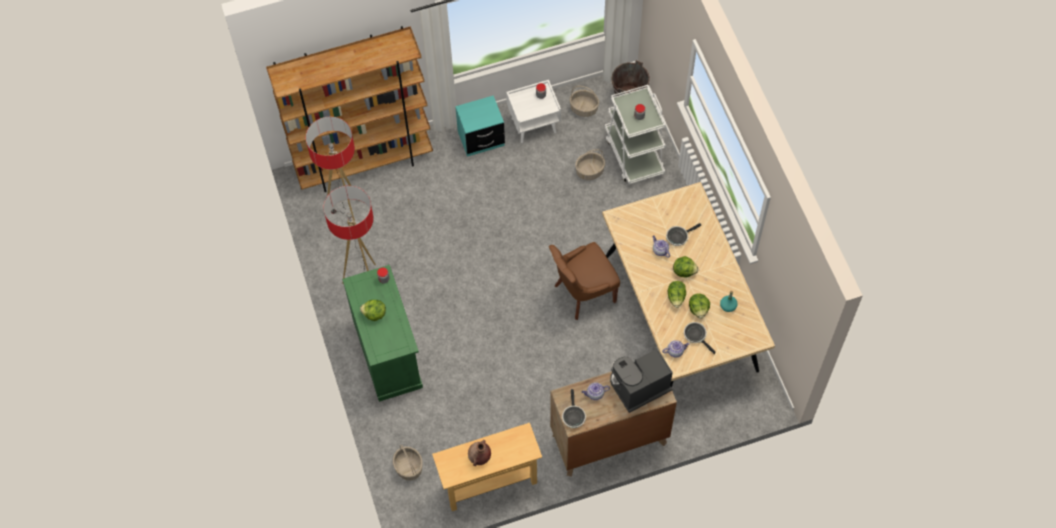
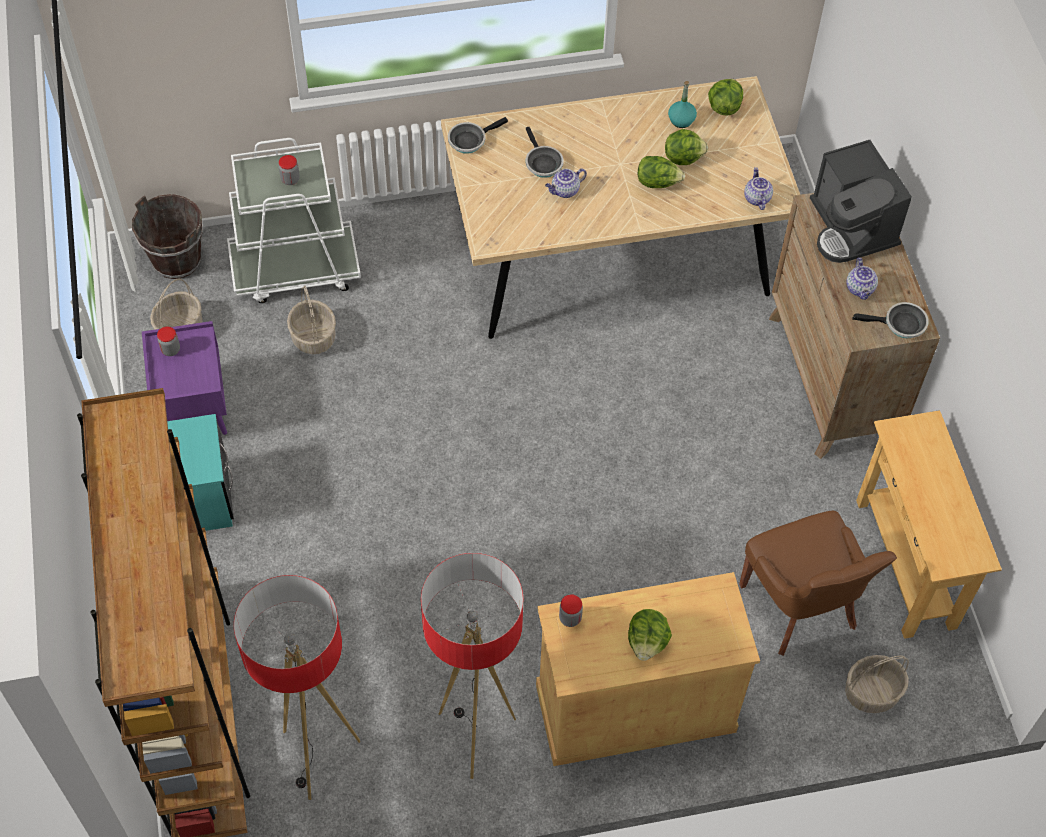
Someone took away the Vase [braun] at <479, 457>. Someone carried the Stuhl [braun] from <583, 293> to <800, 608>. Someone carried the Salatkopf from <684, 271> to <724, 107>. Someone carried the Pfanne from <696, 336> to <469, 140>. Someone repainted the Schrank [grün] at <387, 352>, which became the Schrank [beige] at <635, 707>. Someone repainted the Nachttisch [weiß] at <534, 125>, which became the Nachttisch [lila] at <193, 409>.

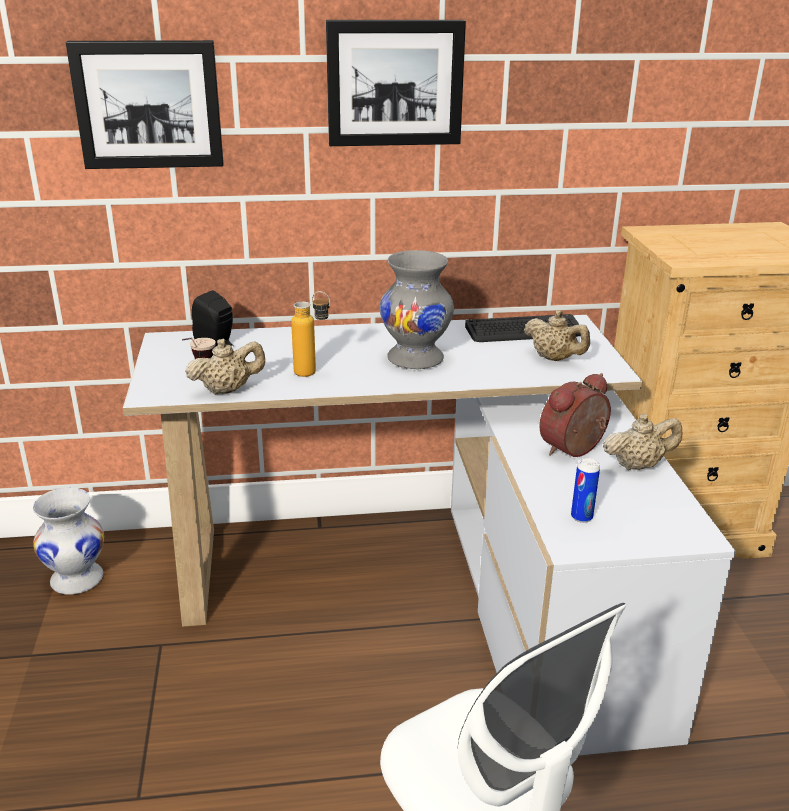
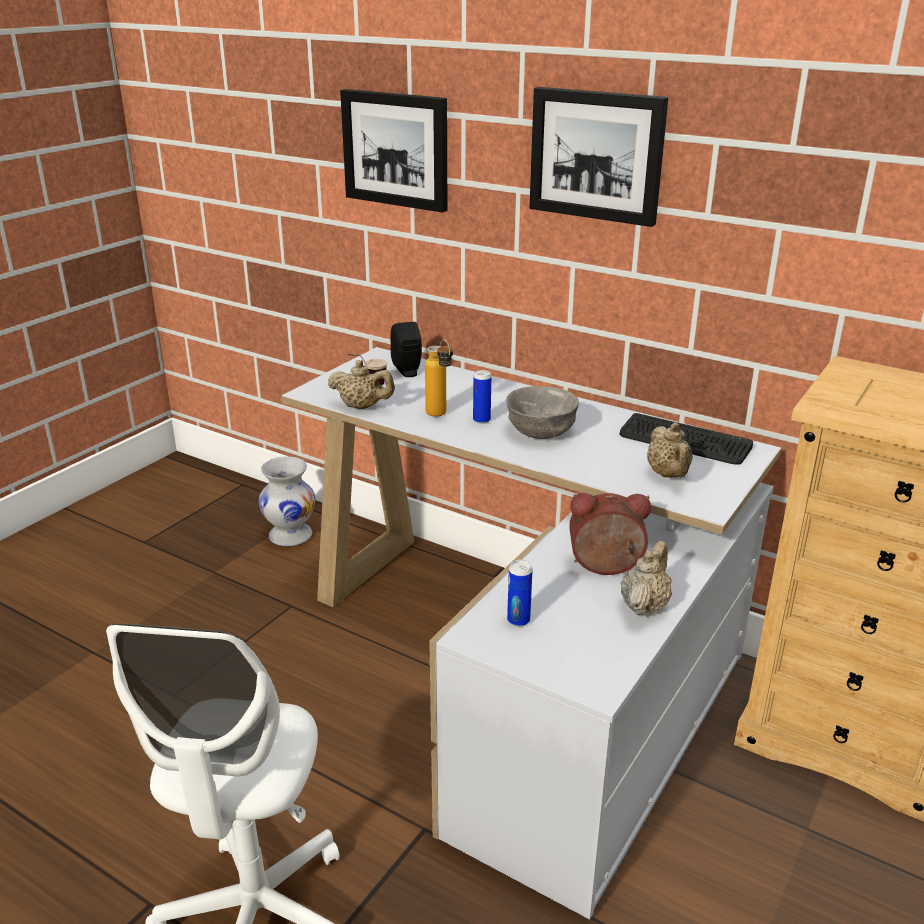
Someone put down the Dose at <481, 420>. Someone swapped the Vase [grau] at <416, 358> for the Schüssel [grau] at <542, 432>. Someone rotated the Teekanne [beige] at <638, 465> by 90 degrees counterclockwise.

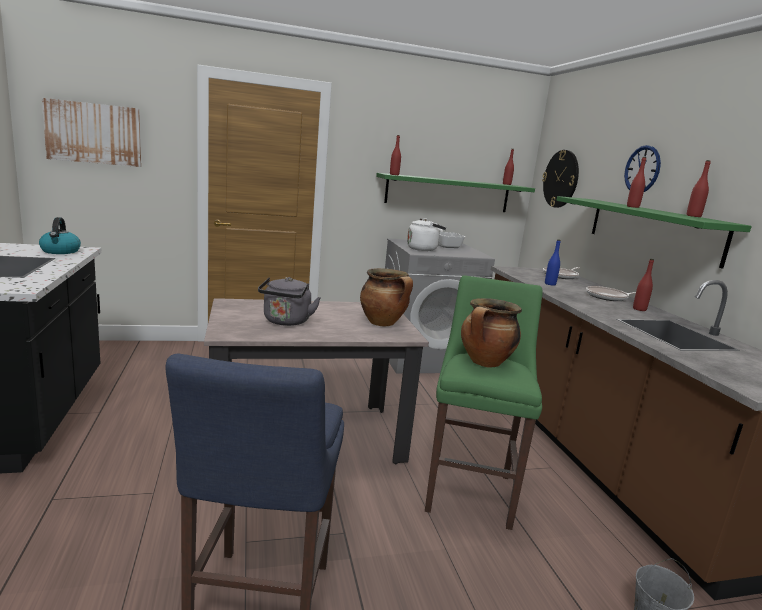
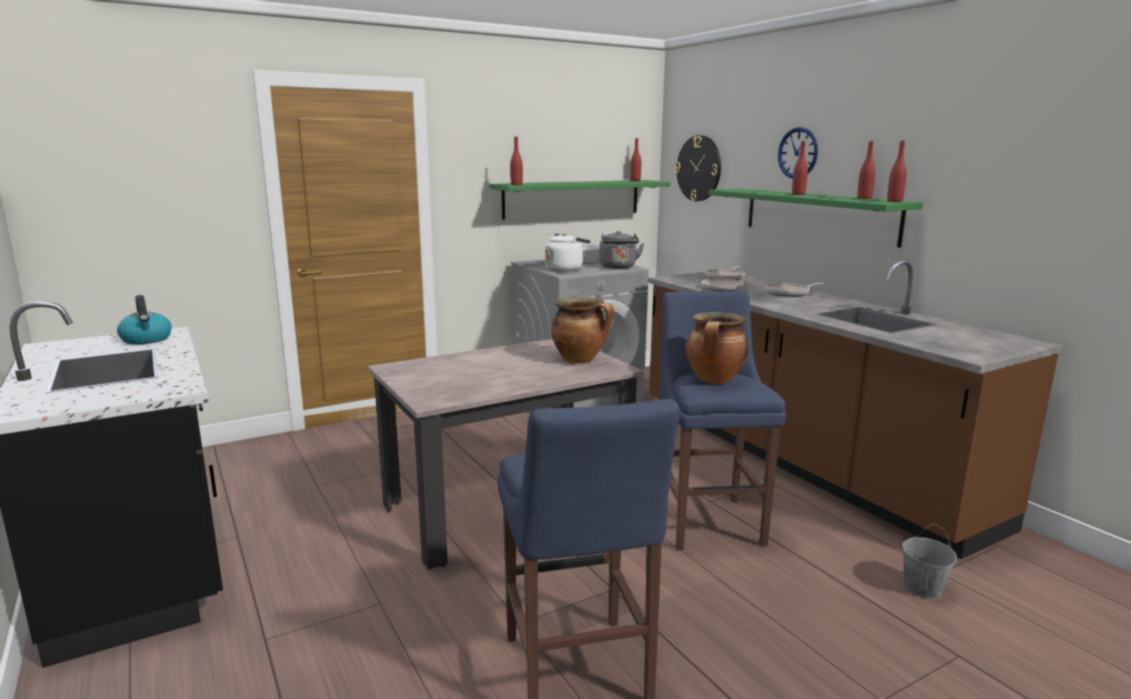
Someone took away the Bild at <94, 133>. Someone carried the Wasserkessel [grau] from <286, 322> to <618, 267>. Someone carried the Flasche [rot] from <639, 309> to <894, 201>. Someone swapped the Flasche [blau] at <550, 284> for the Pfanne at <724, 288>. Someone repainted the Hocker [grün] at <470, 489>, which became the Hocker [blau] at <707, 520>.

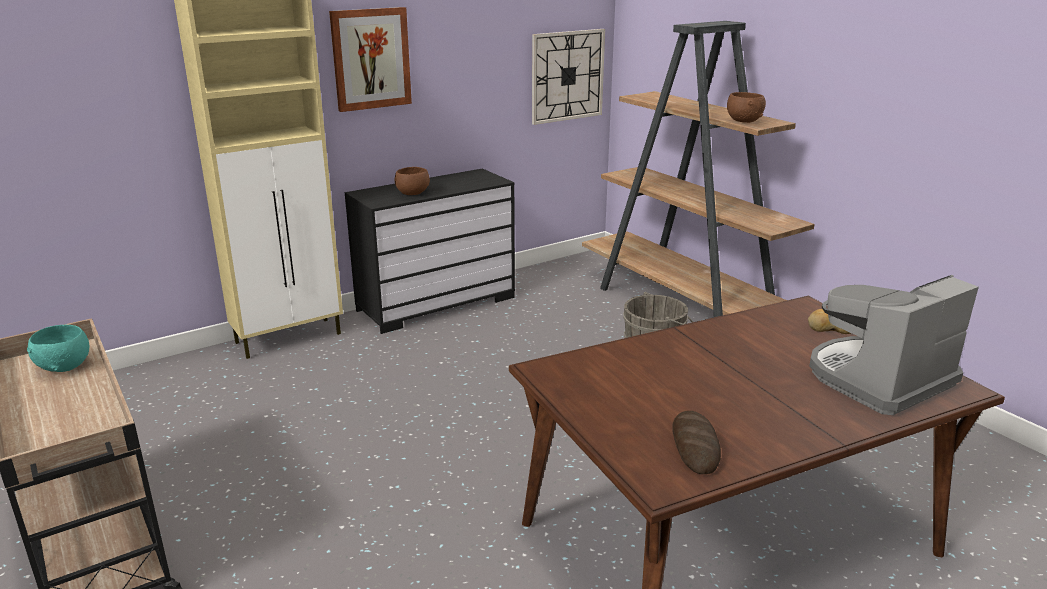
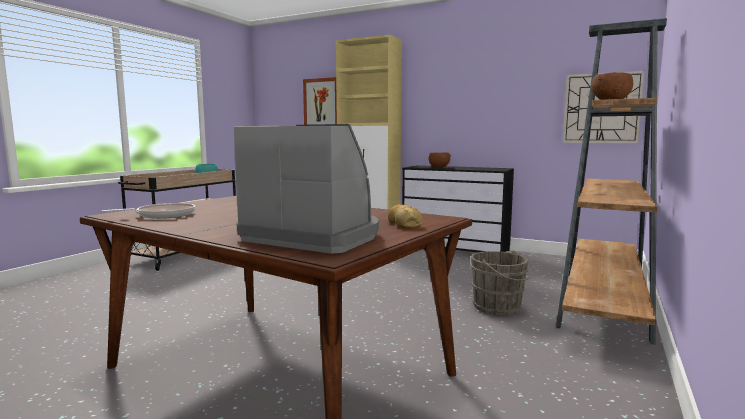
Someone carried the Bild from <371, 59> to <322, 104>. Someone swapped the Brot at <695, 446> for the Pfanne at <162, 215>.

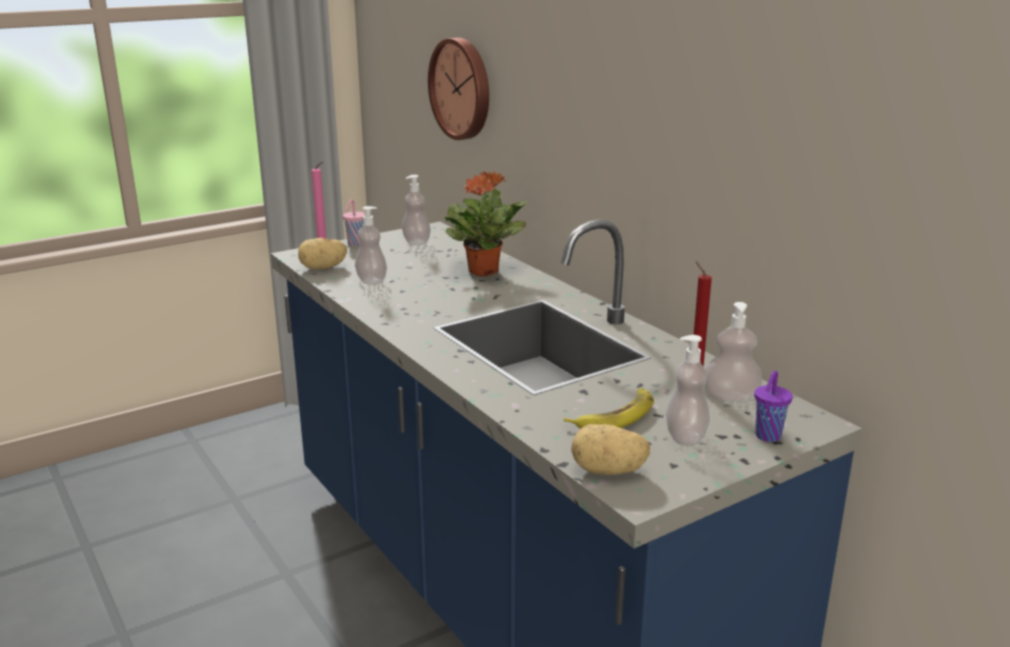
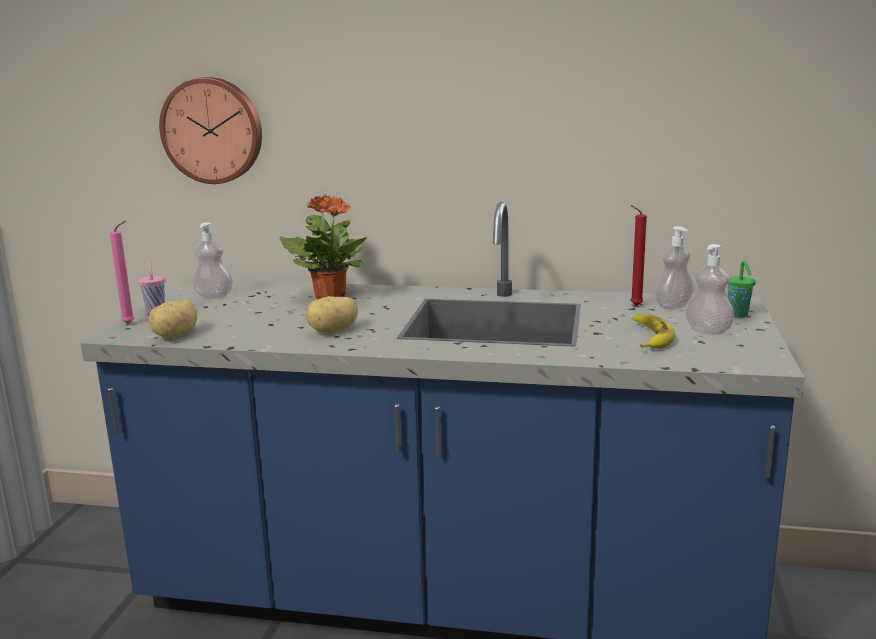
Someone took away the Seifenspender at <371, 281>. Someone carried the Kartoffel from <608, 471> to <333, 331>. Someone repainted the Tasse [lila] at <767, 437>, which became the Tasse [grün] at <738, 315>.

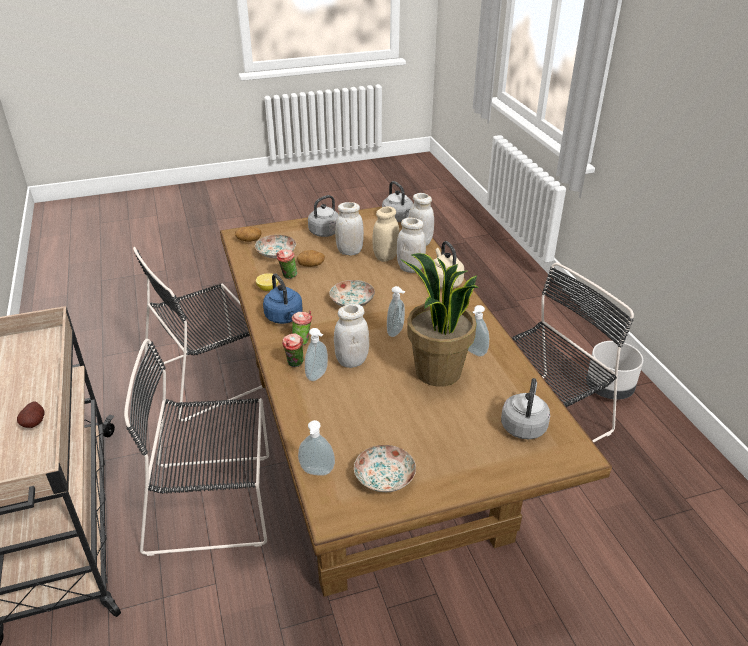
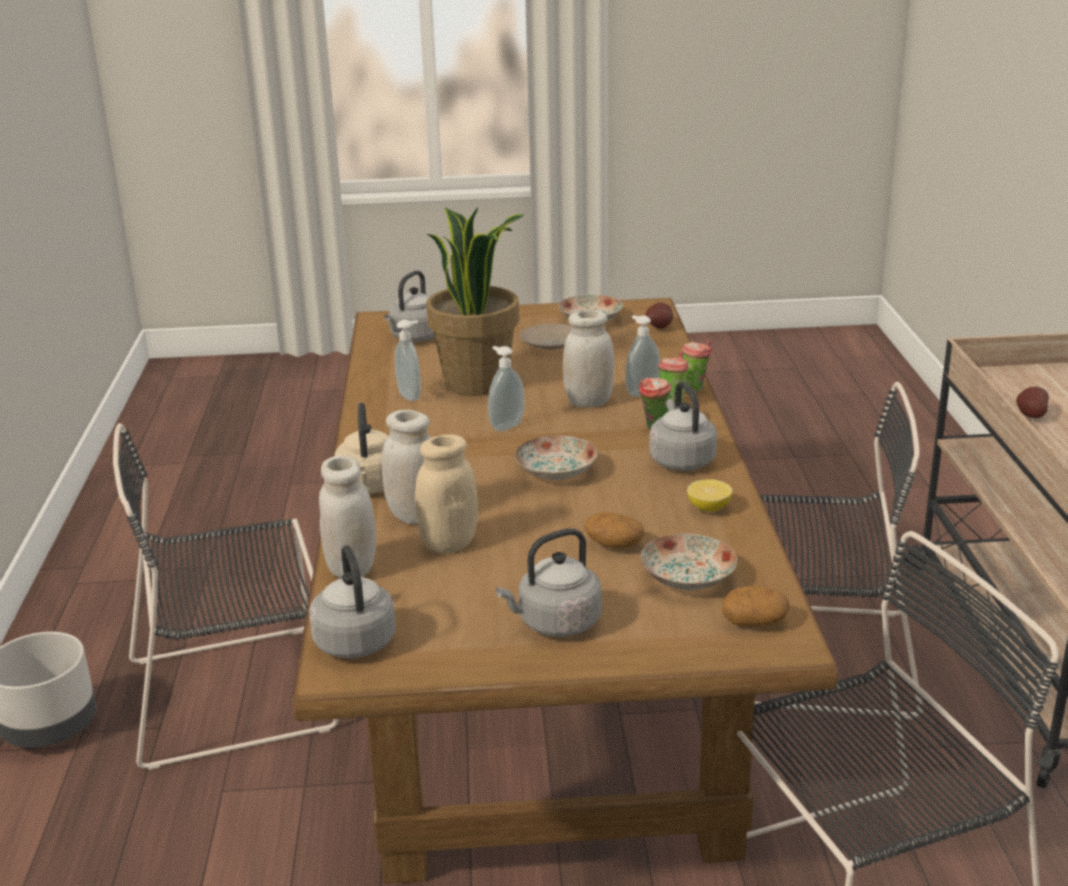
Someone took away the Vorratsglas [weiß] at <349, 251>. Someone put down the Teller [beige] at <551, 344>. Someone carried the Tasse from <287, 277> to <694, 389>. Someone swapped the Seifenspender at <317, 473> for the Kartoffel at <660, 327>. Someone repainted the Wasserkessel [blau] at <284, 318>, which became the Wasserkessel [grau] at <681, 460>.

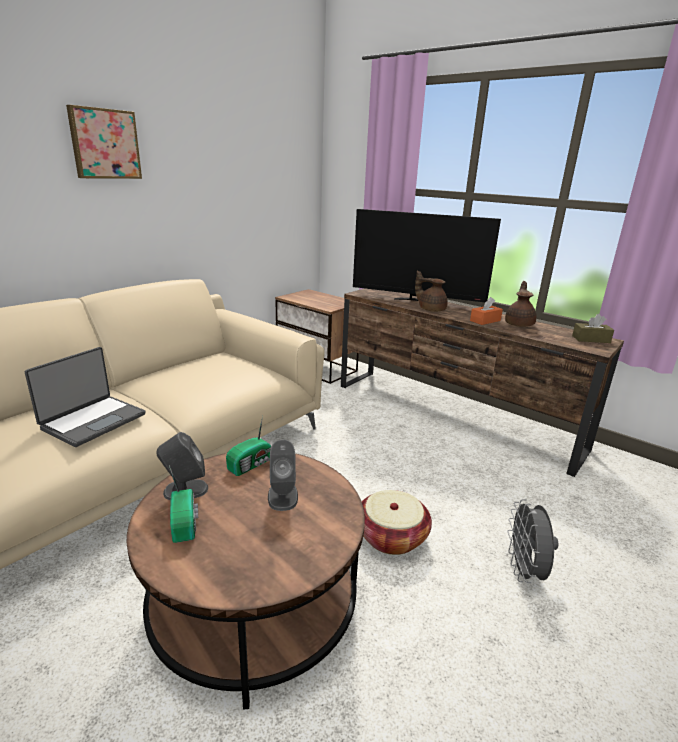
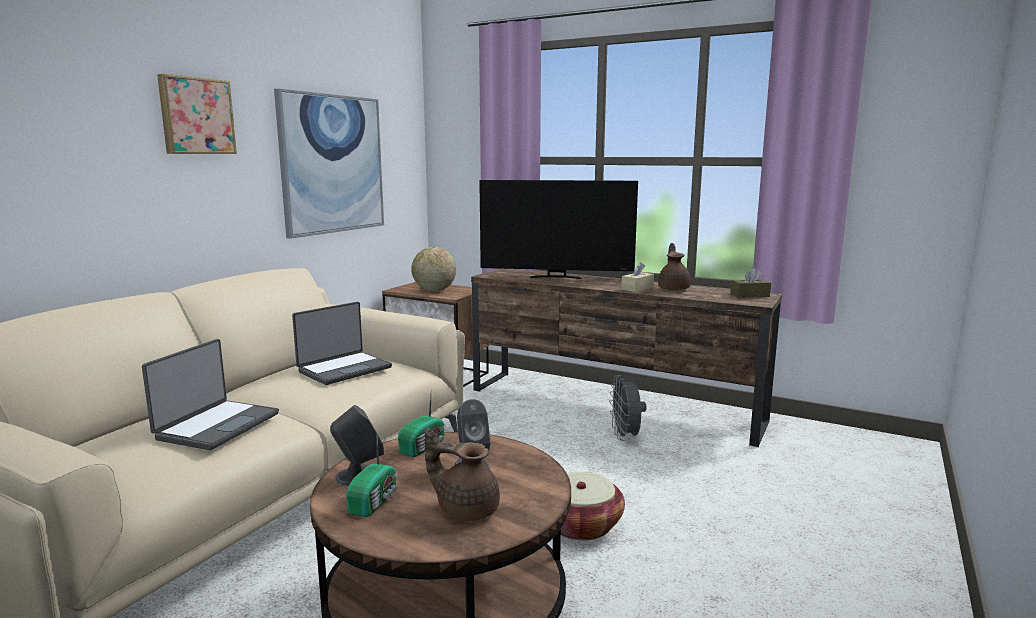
Someone put up the Bild at <332, 164>. Someone put down the Laptop at <344, 369>. Someone put down the Globus at <434, 291>. Someone carried the Teekanne [braun] from <431, 309> to <466, 509>. Someone carried the Ventilator [grau] from <524, 571> to <626, 437>. Someone repainted the Taschentuchbox [orange] at <485, 321>, which became the Taschentuchbox [beige] at <637, 288>. Someone rotated the Radio at <185, 522> by 45 degrees clockwise.

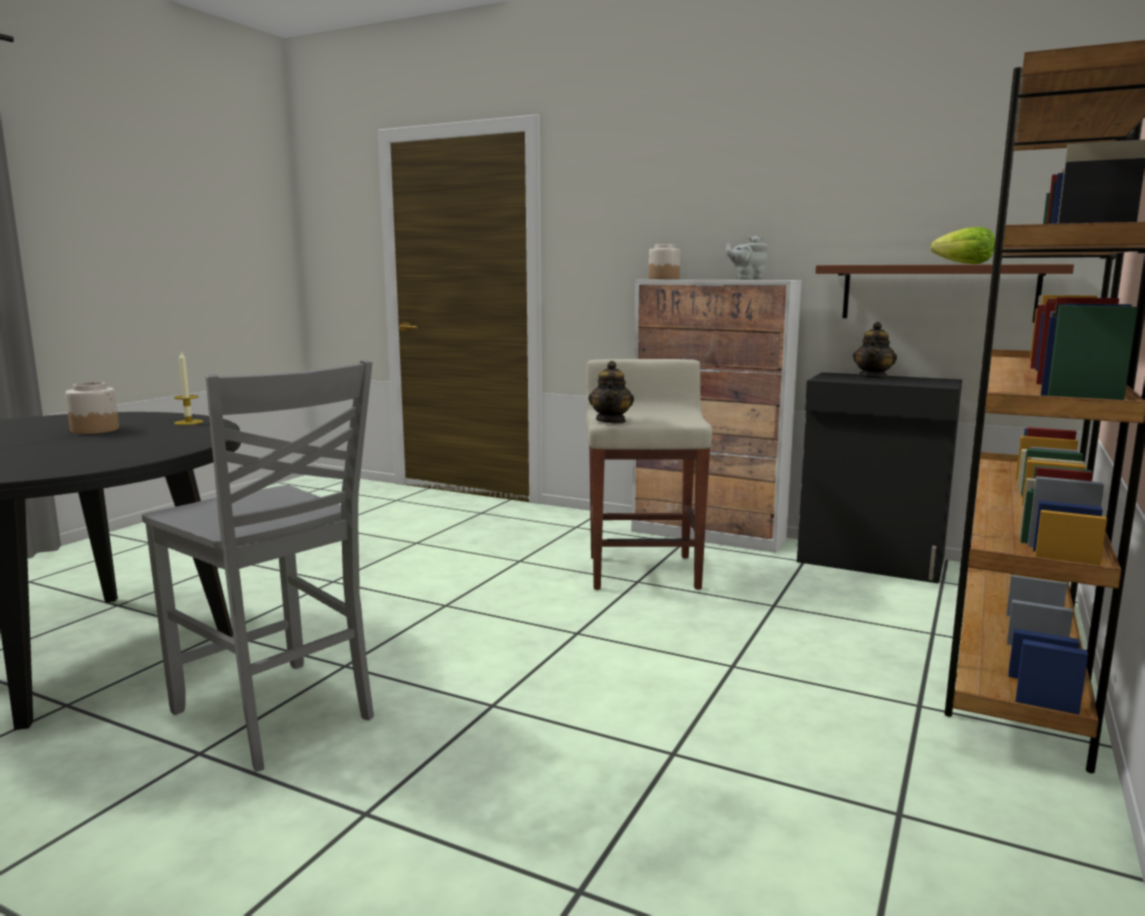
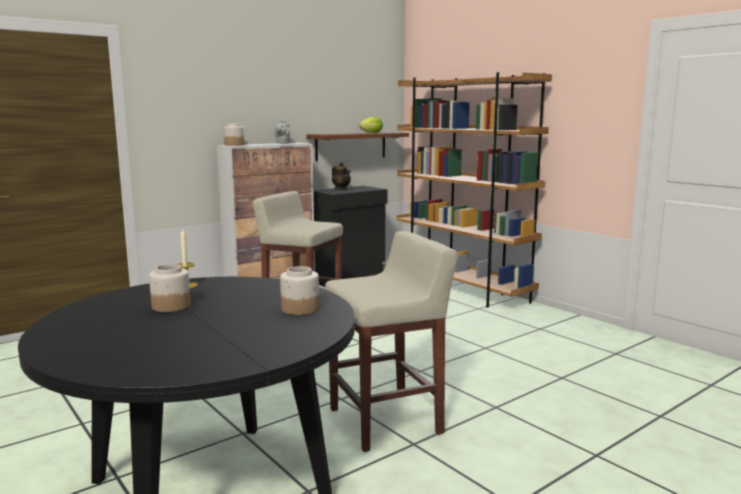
Someone took away the Teekanne at <611, 421>. Someone put down the Vorratsglas at <300, 309>. Someone swapped the Stuhl [grau] at <276, 715> for the Hocker [beige] at <387, 421>.

